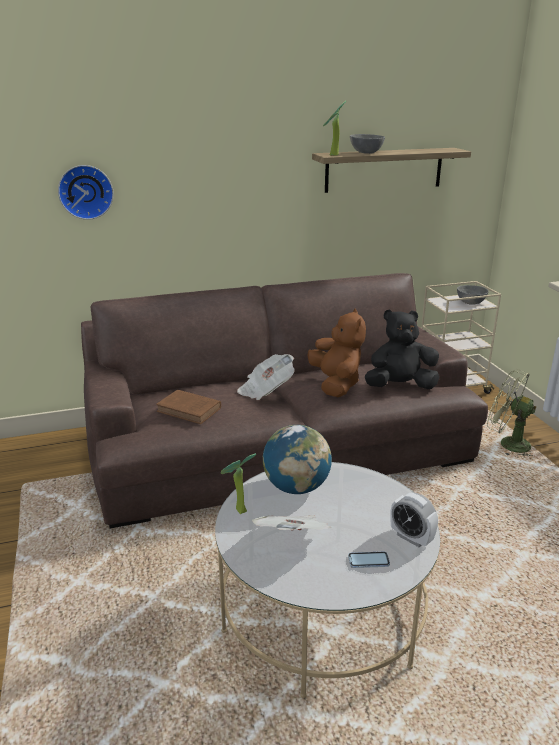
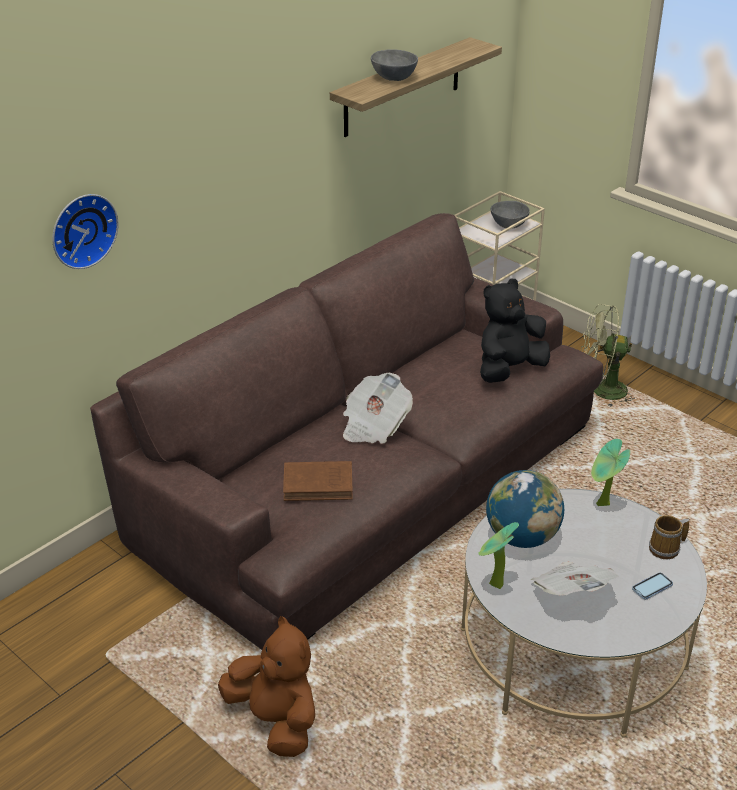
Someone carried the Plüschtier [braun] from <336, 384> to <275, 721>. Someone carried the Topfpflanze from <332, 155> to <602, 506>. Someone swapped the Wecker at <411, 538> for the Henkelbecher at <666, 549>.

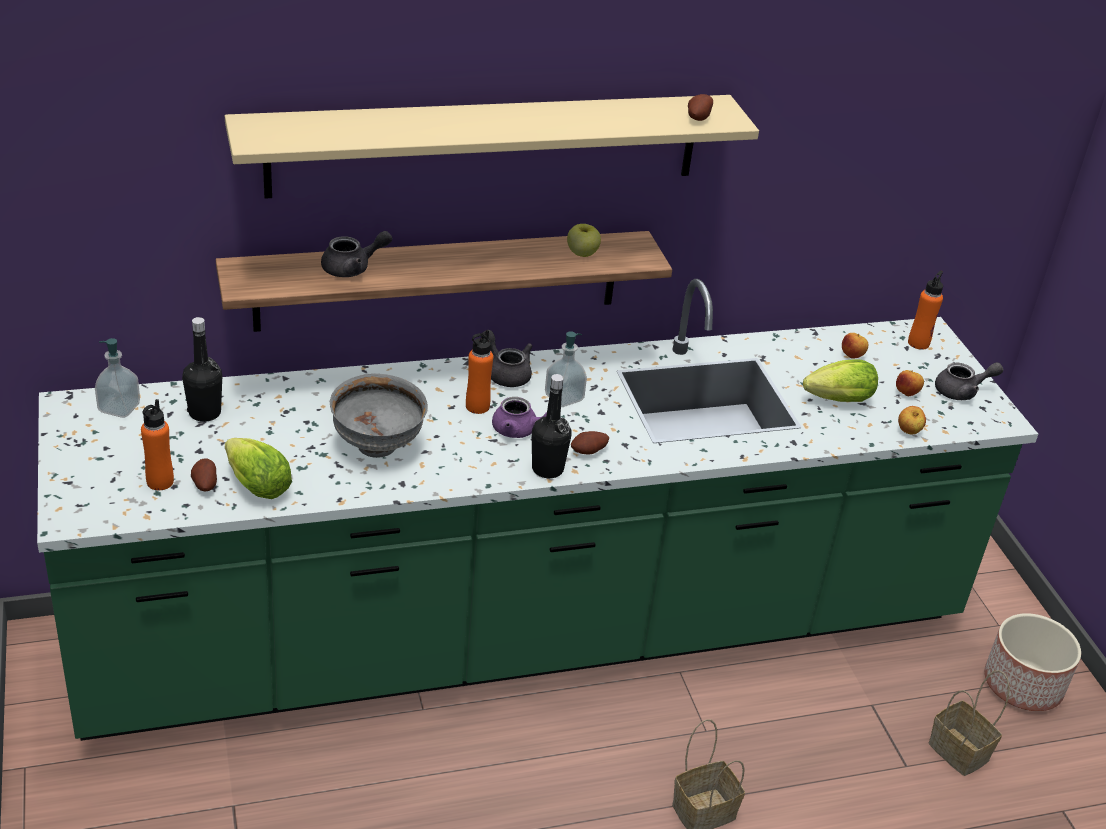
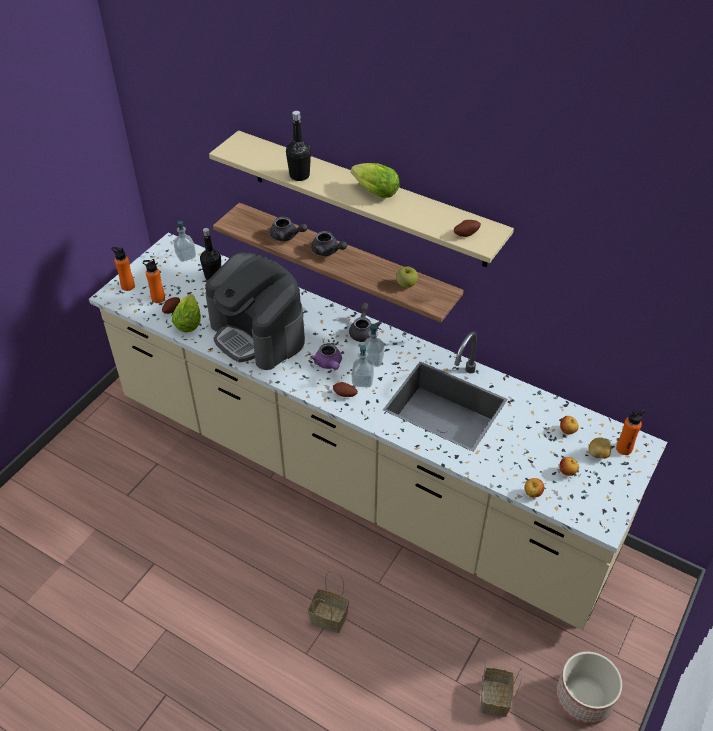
Someone put down the Seifenspender at <362, 381>. Someone put down the Kartoffel at <598, 454>. Someone carried the Flasche [orange] from <477, 406> to <128, 286>. Someone carried the Flasche [schwarz] from <547, 469> to <299, 175>. Someone carried the Salatkopf from <835, 400> to <373, 191>. Someone carried the Teekanne [grau] from <962, 392> to <327, 251>. Someone swapped the Schüssel [grau] at <378, 446> for the Kaffeemaschine at <258, 334>. Someone repainted the Küchenzeile [grün] at <529, 633>, which became the Küchenzeile [beige] at <356, 476>.

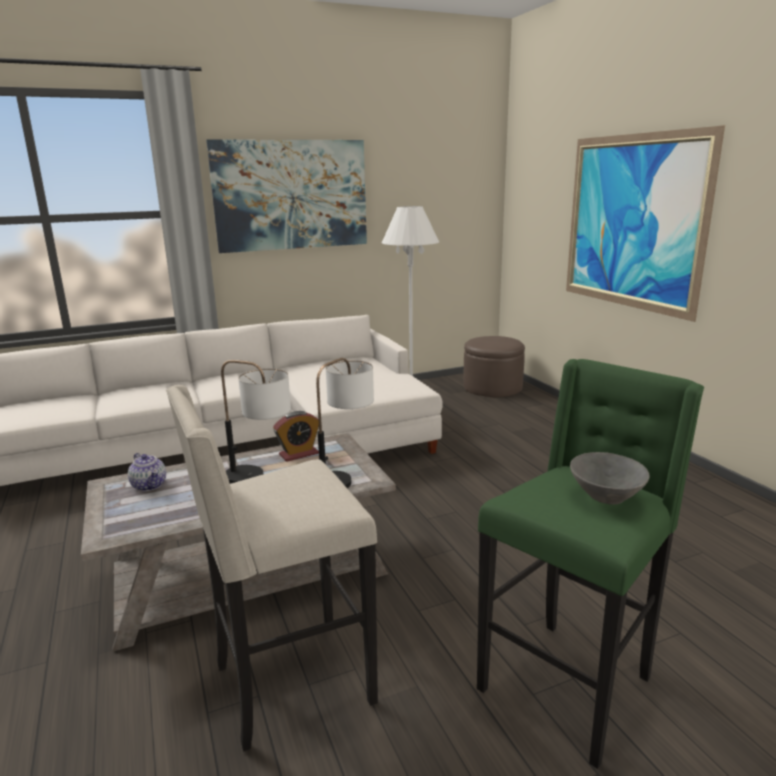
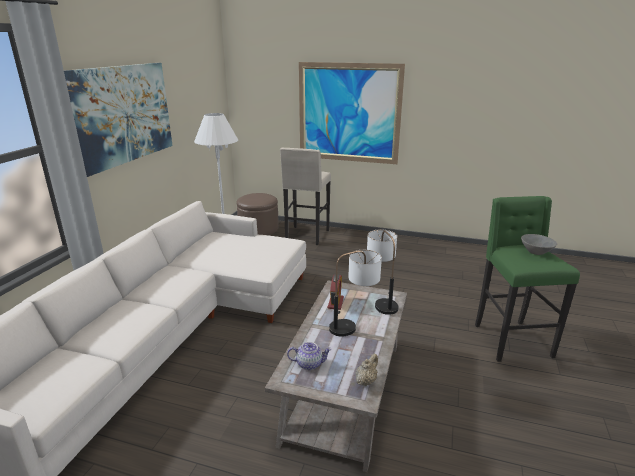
Someone put down the Teekanne [beige] at <366, 381>. Someone carried the Hocker [beige] from <289, 684> to <306, 236>.

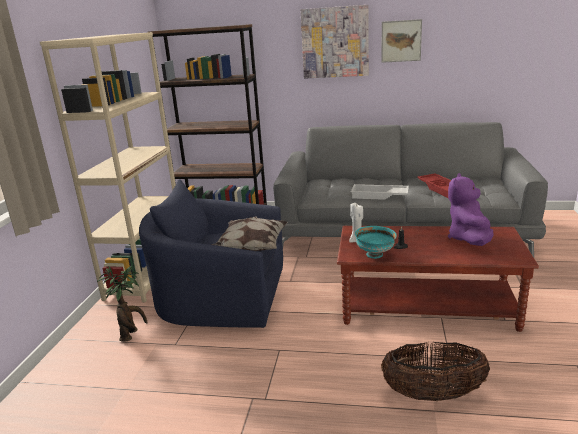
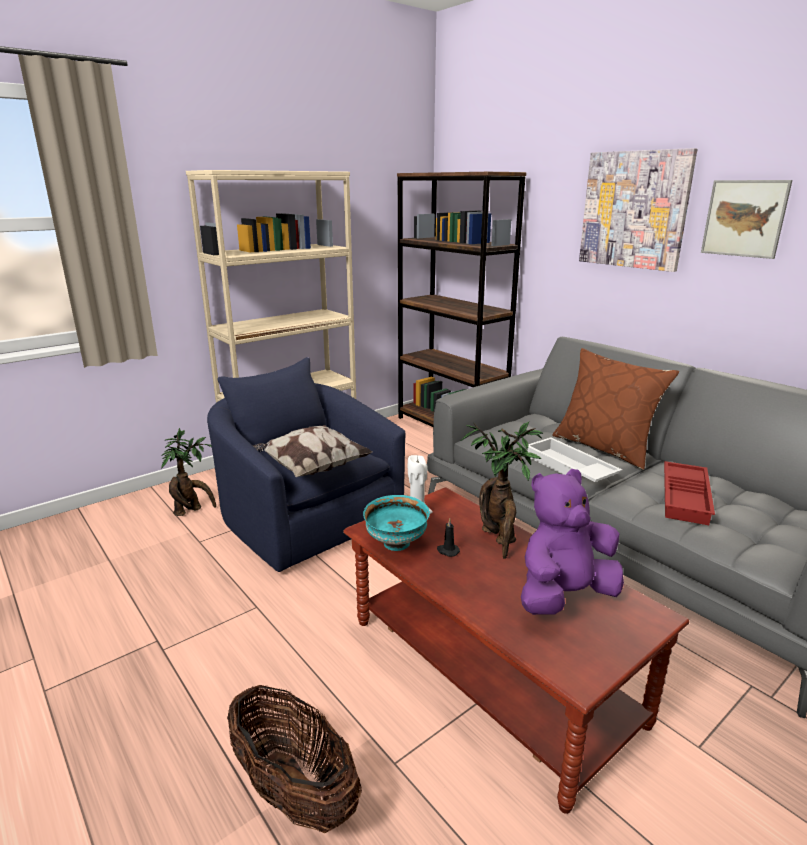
Someone put down the Topfpflanze at <499, 539>. Someone put down the Kissen [braun] at <605, 447>.

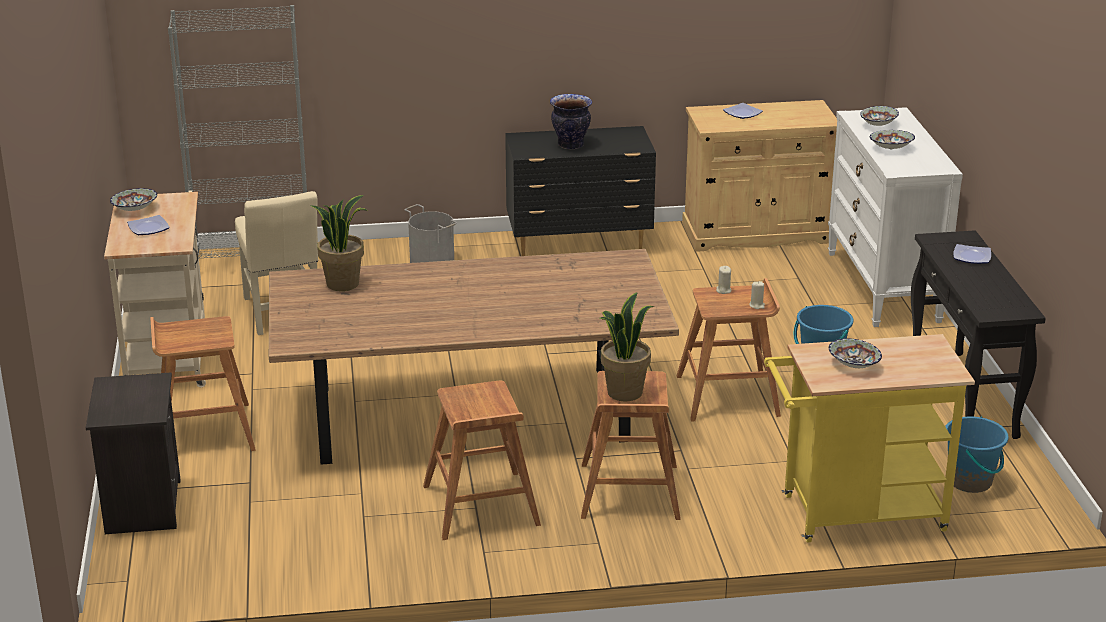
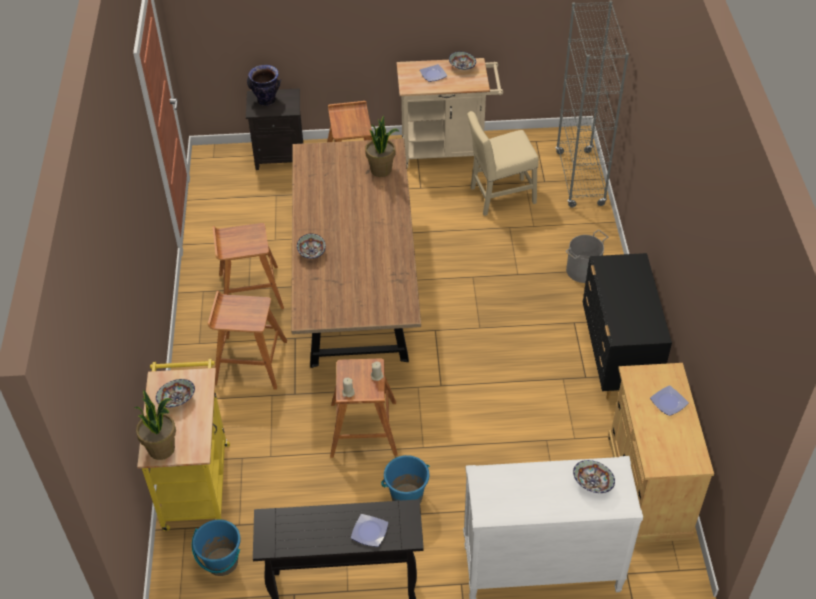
Someone carried the Vase from <571, 145> to <266, 101>. Someone carried the Topfpflanze from <624, 392> to <162, 448>. Someone carried the Schüssel from <891, 148> to <311, 252>.

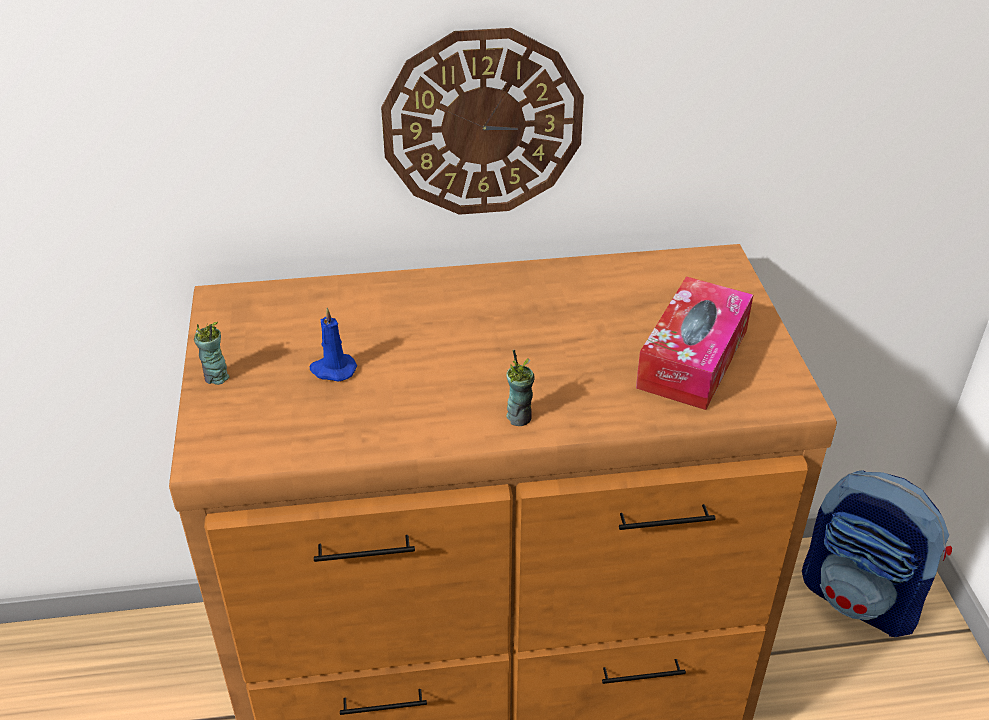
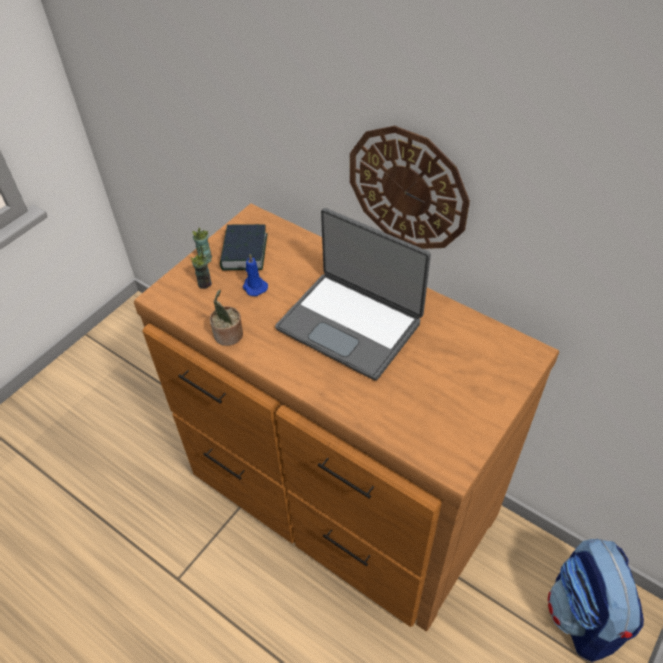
Someone took away the Taschentuchbox at <693, 358>. Someone put down the Topfpflanze at <228, 336>. Someone put down the Buch at <244, 252>. Someone put down the Laptop at <351, 324>. Someone carried the Tasse from <519, 417> to <205, 283>.

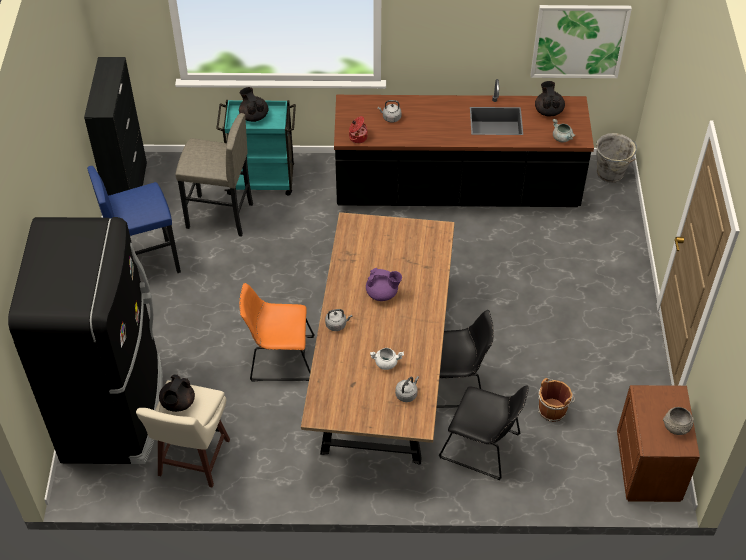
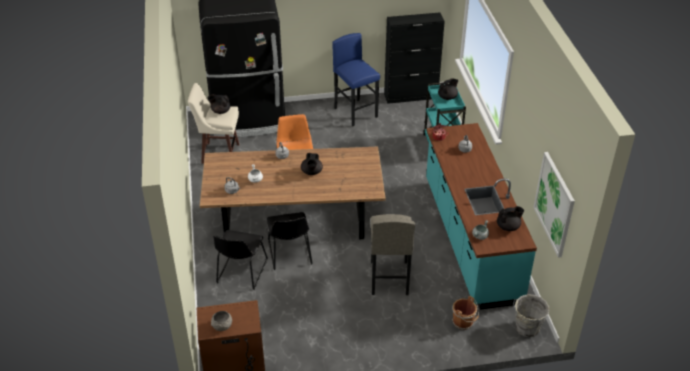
Someone carried the Hocker [grau] from <220, 216> to <389, 278>. Someone carried the Eimer [braun] from <553, 409> to <463, 322>. Someone repainted the Küchenzeile [schwarz] at <457, 190>, which became the Küchenzeile [türkis] at <470, 239>. Someone repainted the Teekanne [lila] at <382, 293>, which became the Teekanne [schwarz] at <311, 172>.

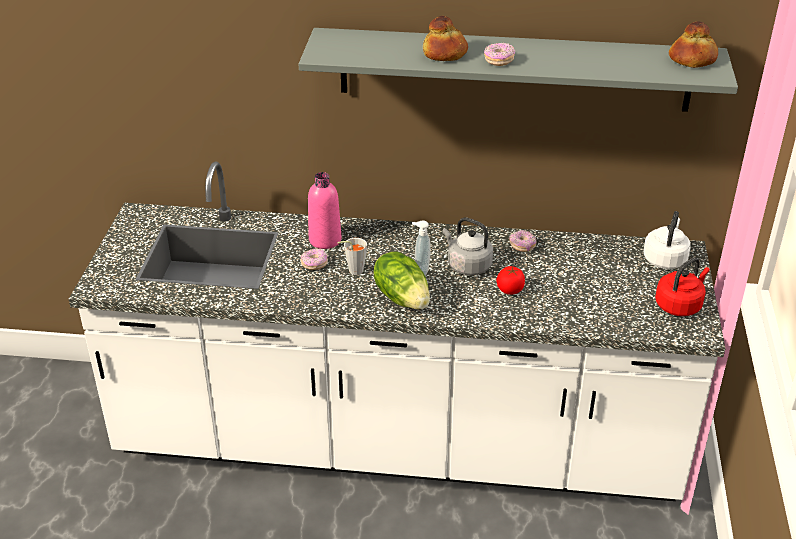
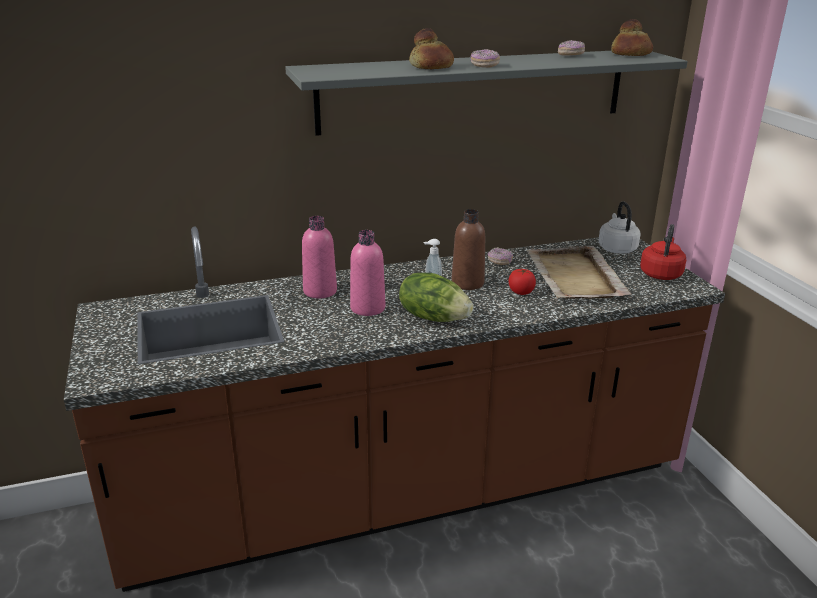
Someone put down the Tablett [beige] at <575, 276>. Someone carried the Donut from <314, 264> to <570, 55>. Someone swapped the Tasse [grau] at <352, 271> for the Flasche [rosa] at <367, 308>. Someone swapped the Wasserkessel [grau] at <467, 265> for the Flasche [braun] at <467, 283>. Someone repainted the Küchenzeile [weiß] at <398, 444>, which became the Küchenzeile [braun] at <406, 493>.

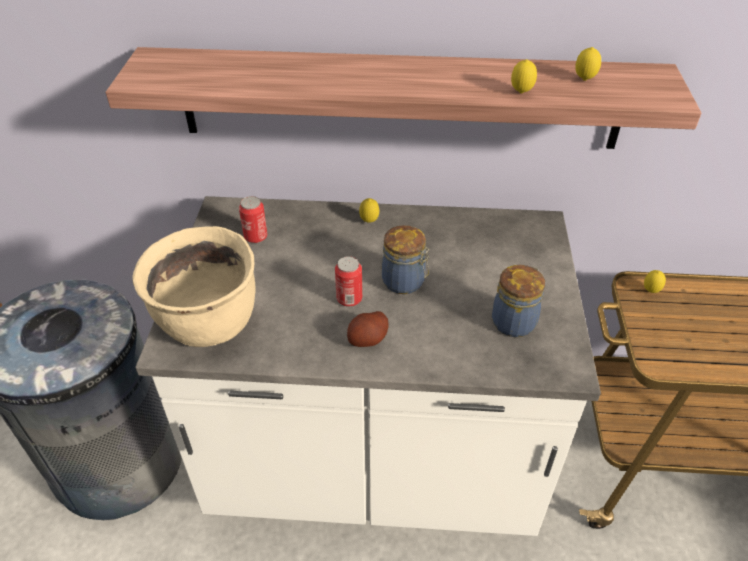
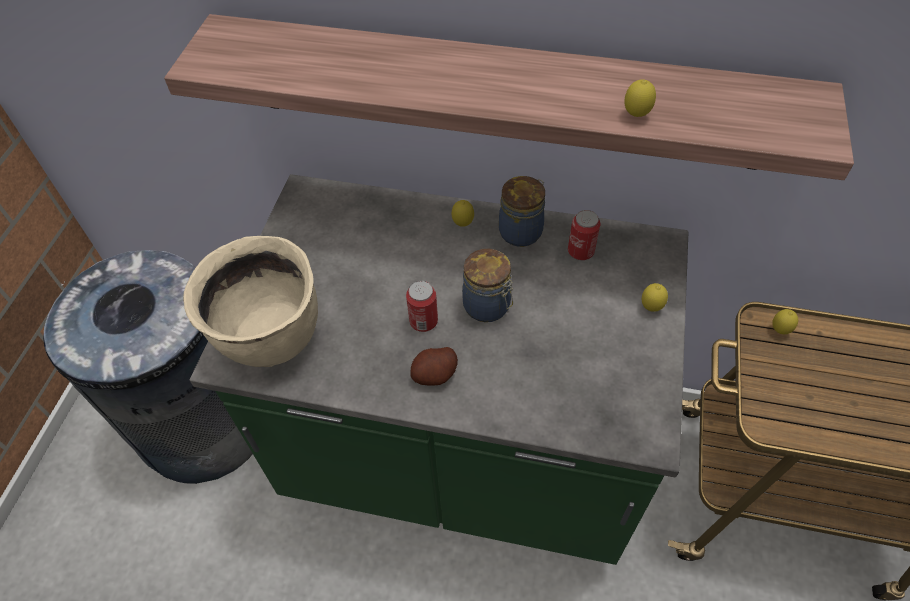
Someone carried the Dose from <255, 237> to <580, 251>. Someone carried the Vorratsglas from <514, 321> to <522, 231>. Someone carried the Zitrone from <584, 80> to <651, 308>. Someone repainted the Küchenzeile [weiß] at <374, 463>, which became the Küchenzeile [grün] at <461, 457>.

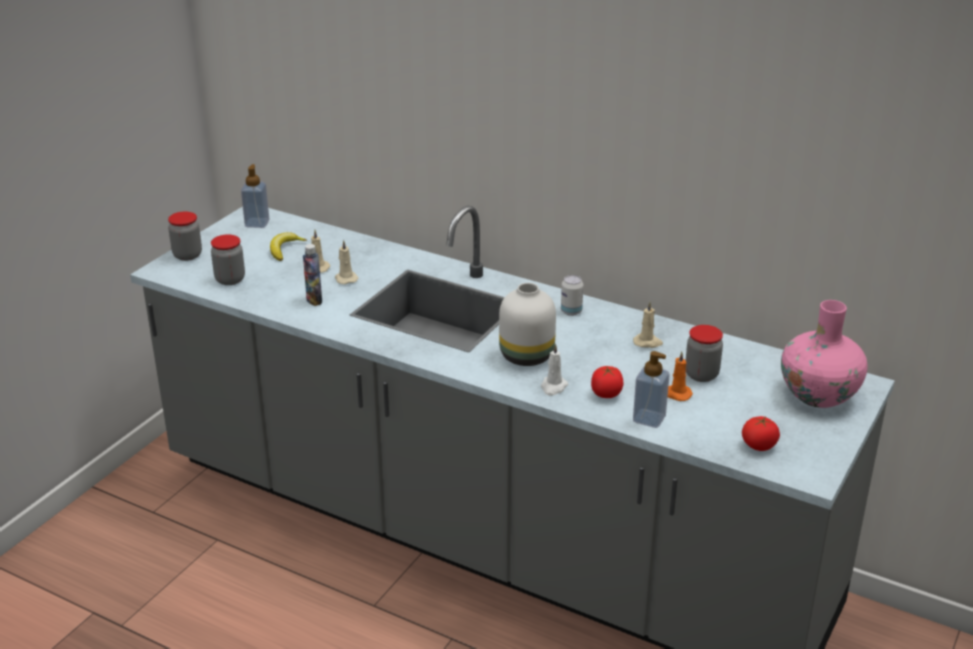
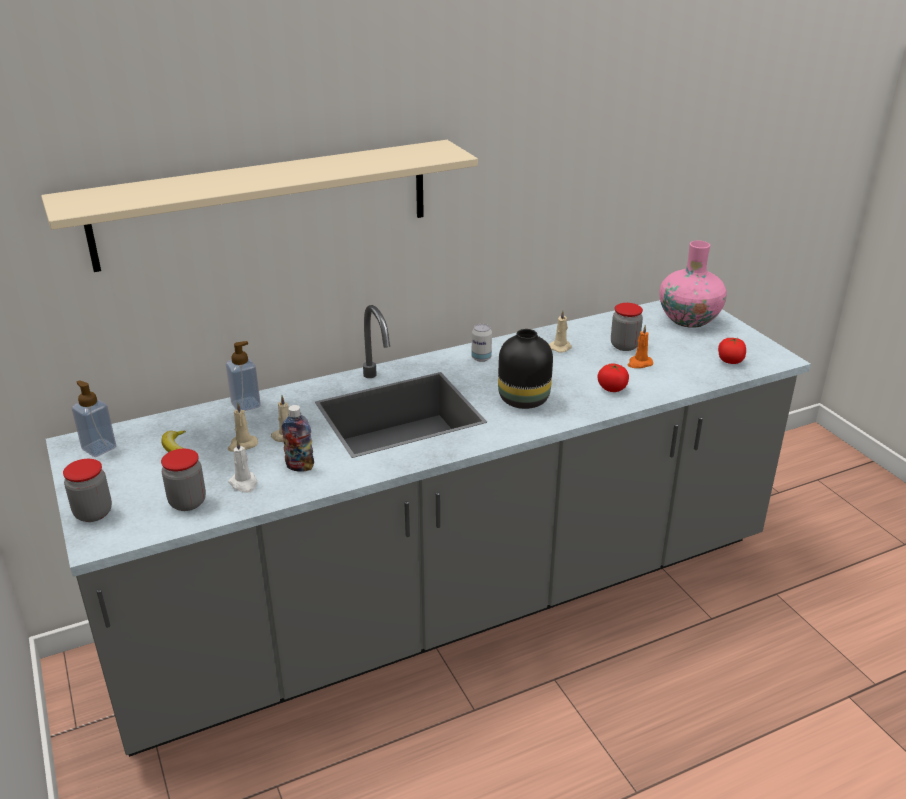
Someone put up the Wandregal [beige] at <264, 204>. Someone carried the Kerze [weiß] from <553, 387> to <244, 484>. Someone carried the Seifenspender from <649, 419> to <246, 405>. Someone repainted the Vase [weiß] at <526, 357>, which became the Vase [schwarz] at <525, 400>.

